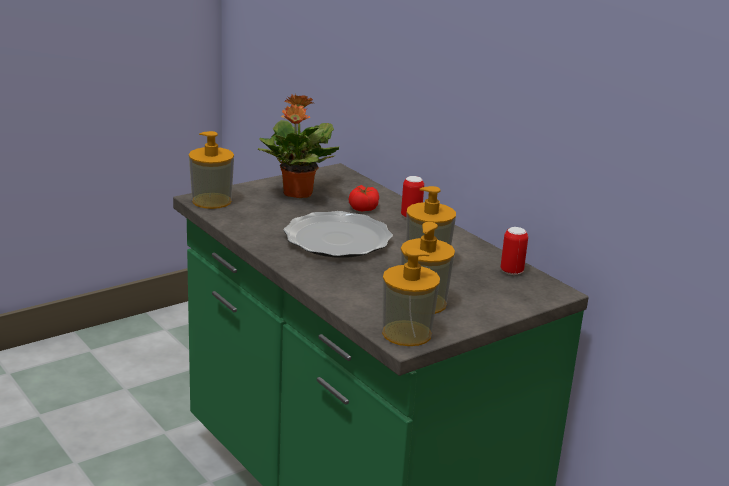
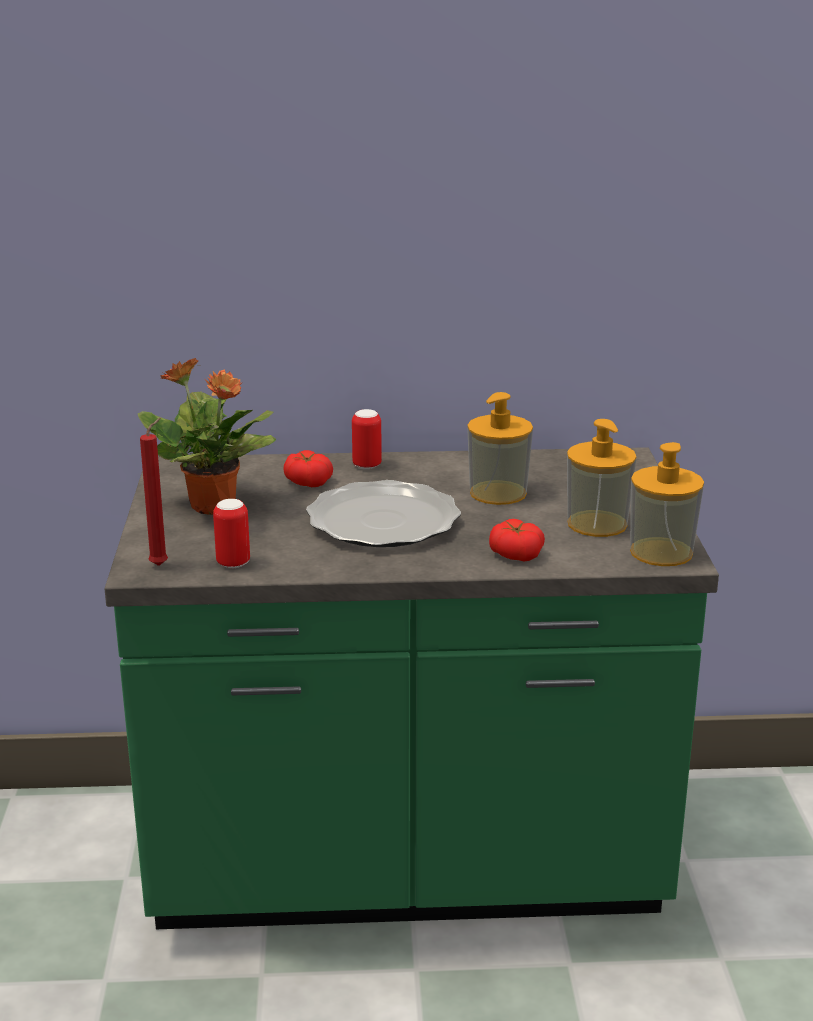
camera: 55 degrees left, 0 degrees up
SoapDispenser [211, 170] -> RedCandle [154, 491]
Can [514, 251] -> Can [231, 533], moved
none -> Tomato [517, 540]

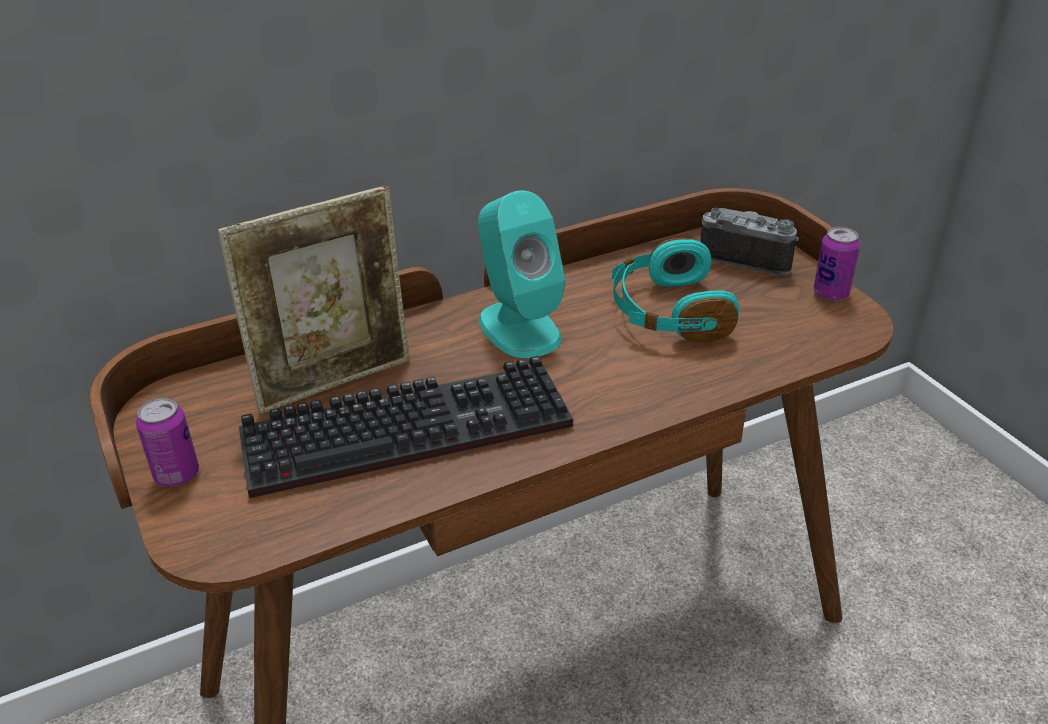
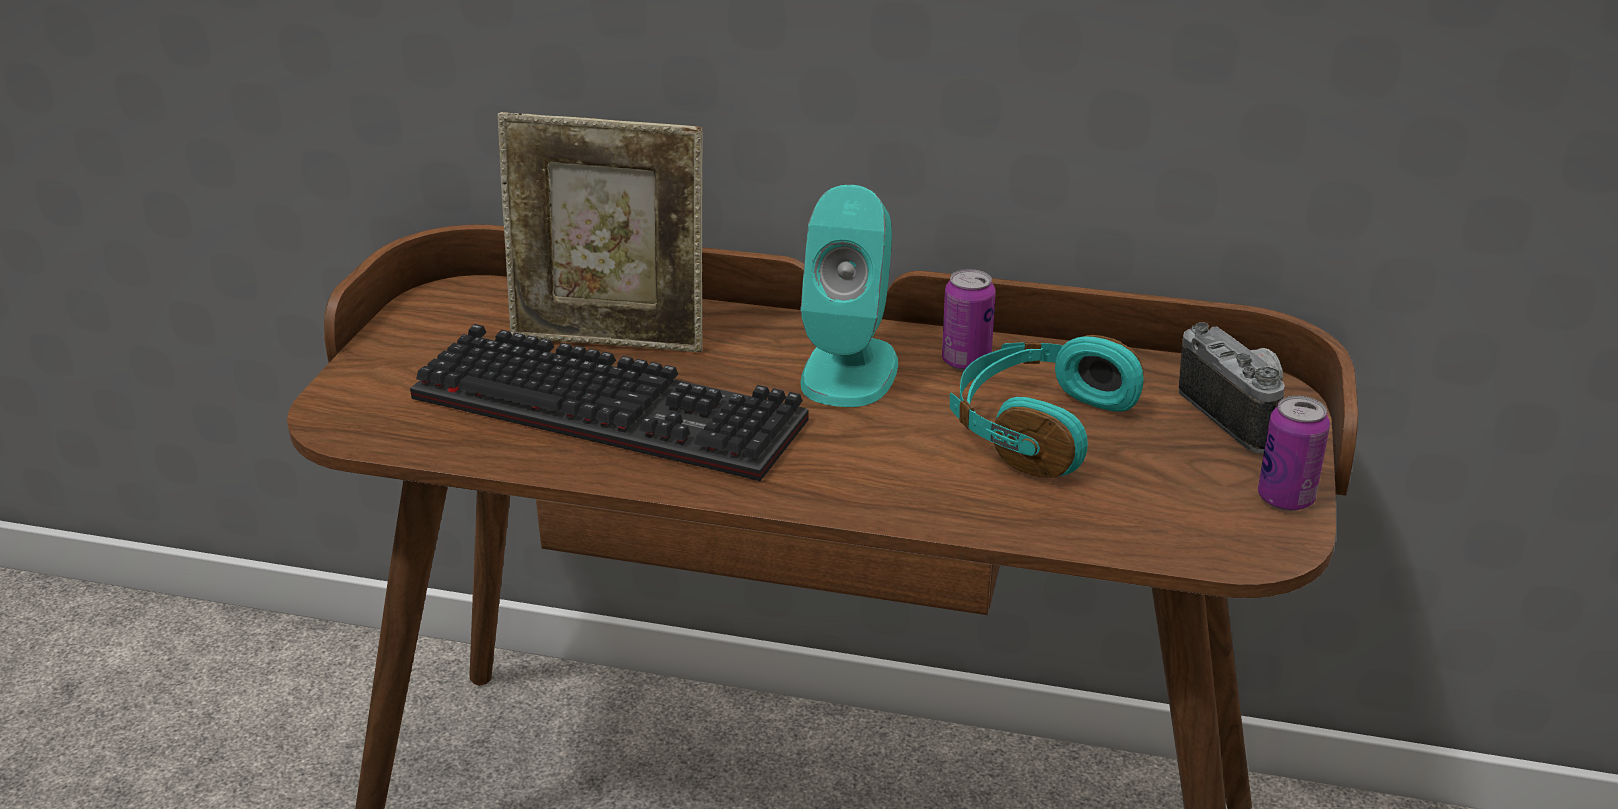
camera: 40 degrees right, 5 degrees down
Can [167, 442] -> Can [969, 320], moved

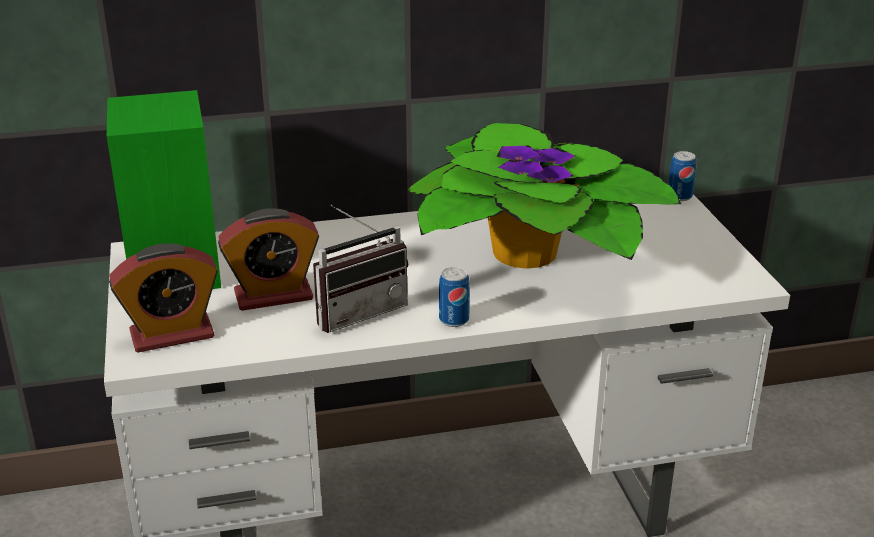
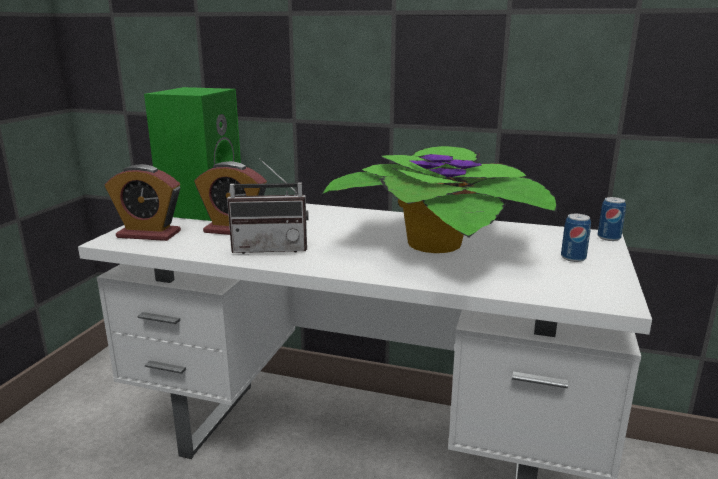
camera: 30 degrees right, 10 degrees down
Can [454, 297] -> Can [576, 238], moved

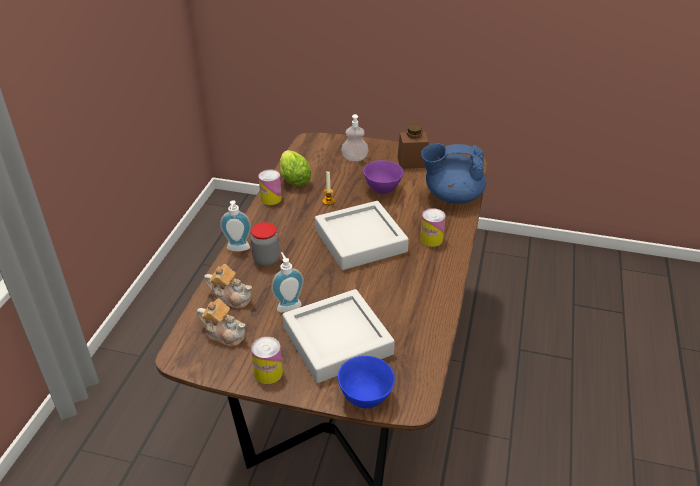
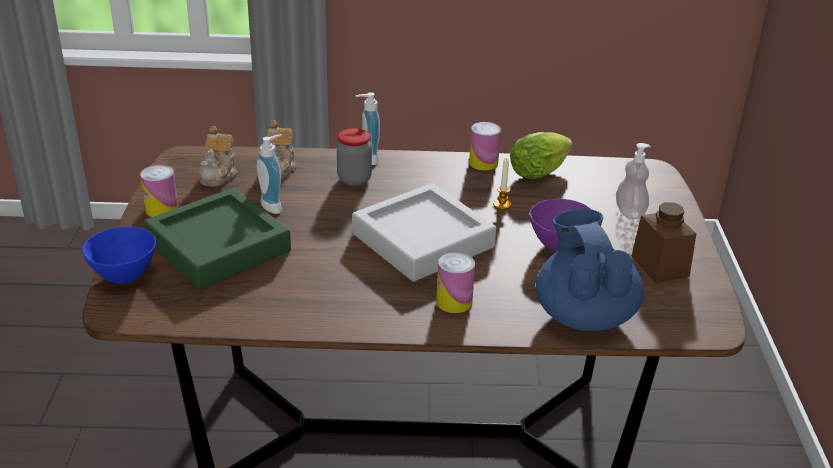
camera: 75 degrees right, 5 degrees down
GreyTray [339, 336] -> GreenTray [217, 238]

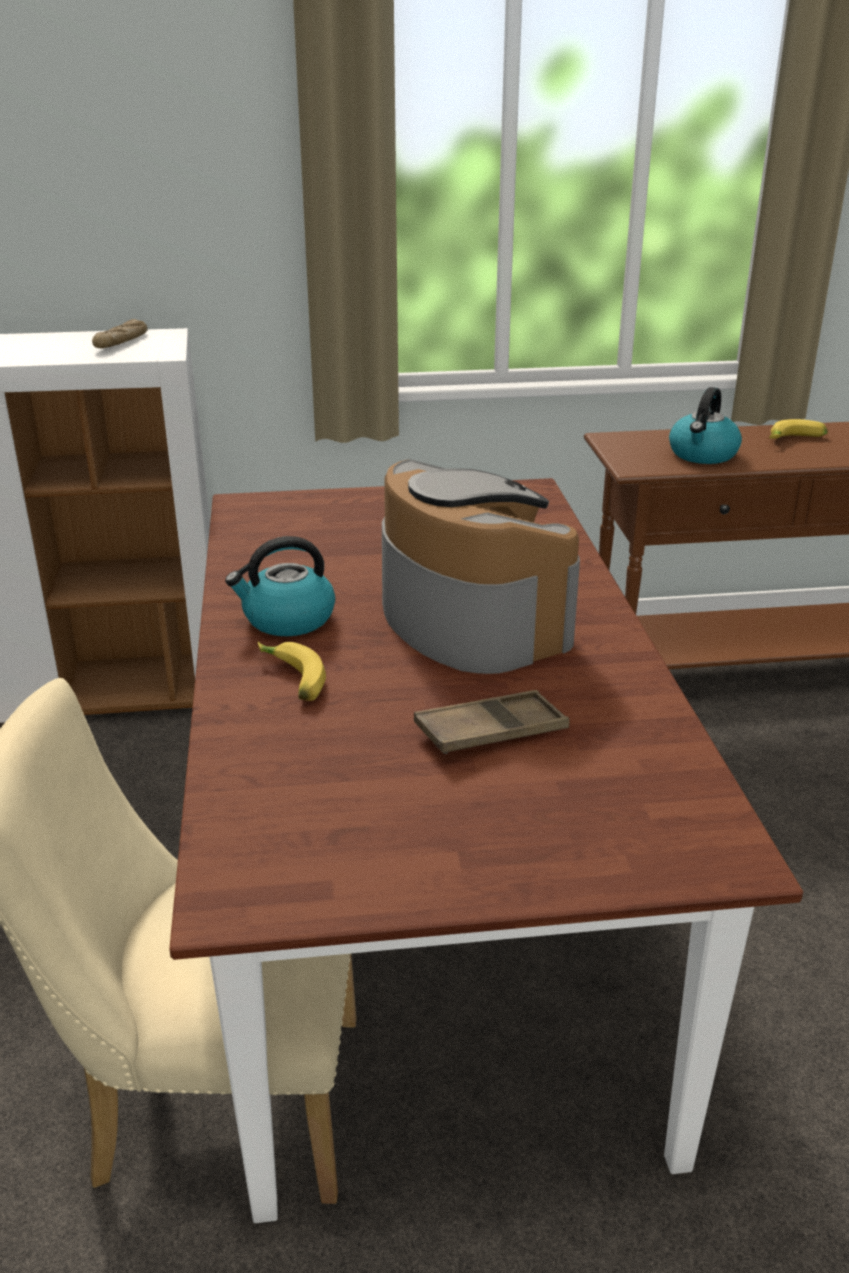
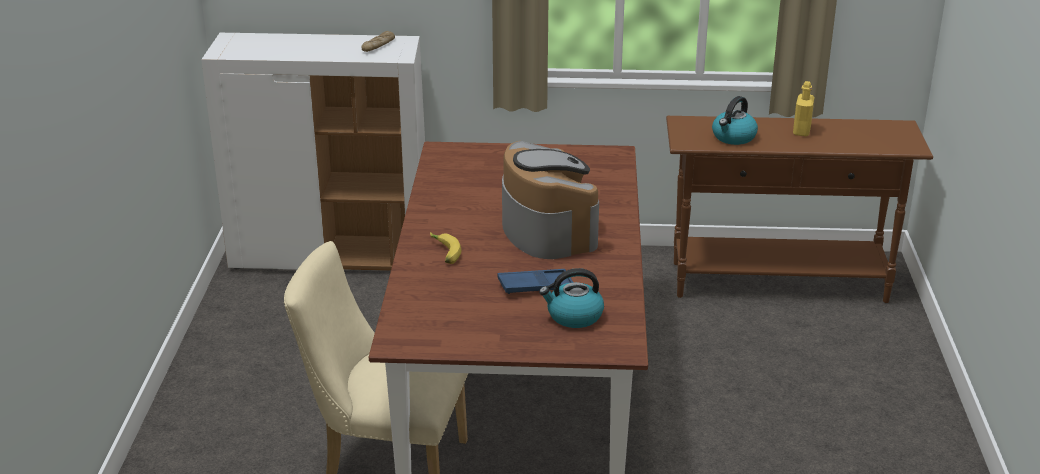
camera: 10 degrees right, 0 degrees up
Kettle [280, 586] -> Kettle [571, 298], moved
BrownTray [492, 722] -> BlueTray [535, 281]
Banana [798, 429] -> YellowBottle [803, 108]

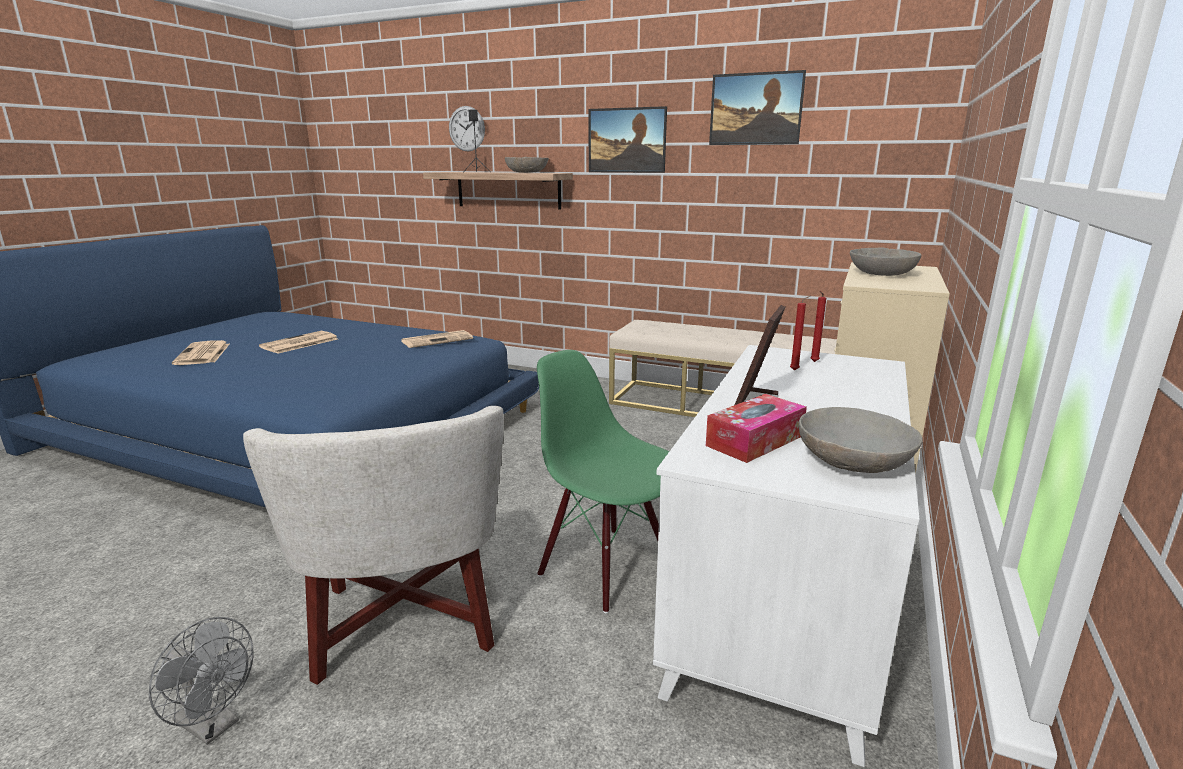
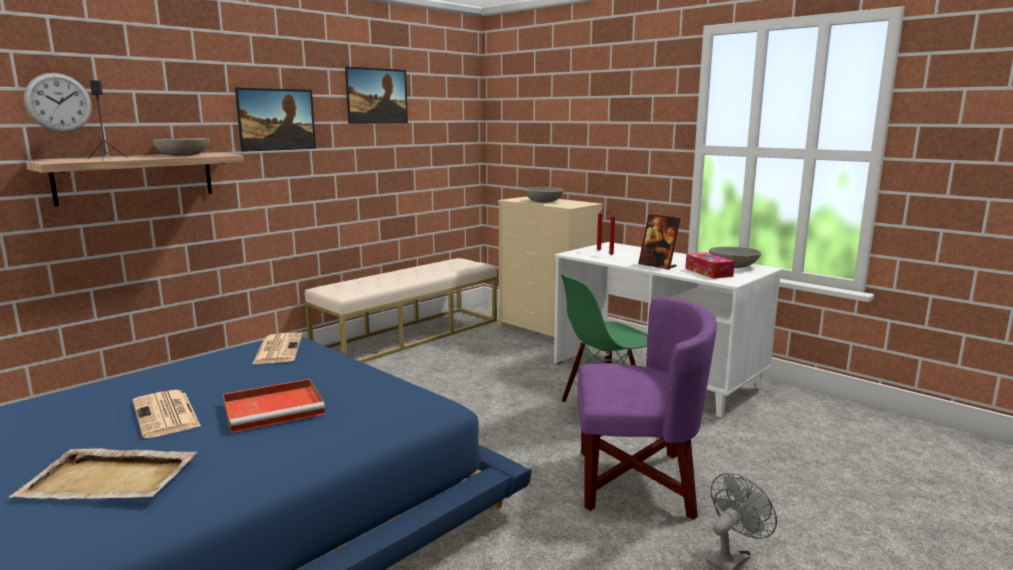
camera: 70 degrees left, 5 degrees down
Newspaper [201, 352] -> BeigeTray [103, 473]
WhiteArmchair [373, 545] -> PurpleArmchair [647, 408]
none -> RedTray [274, 406]

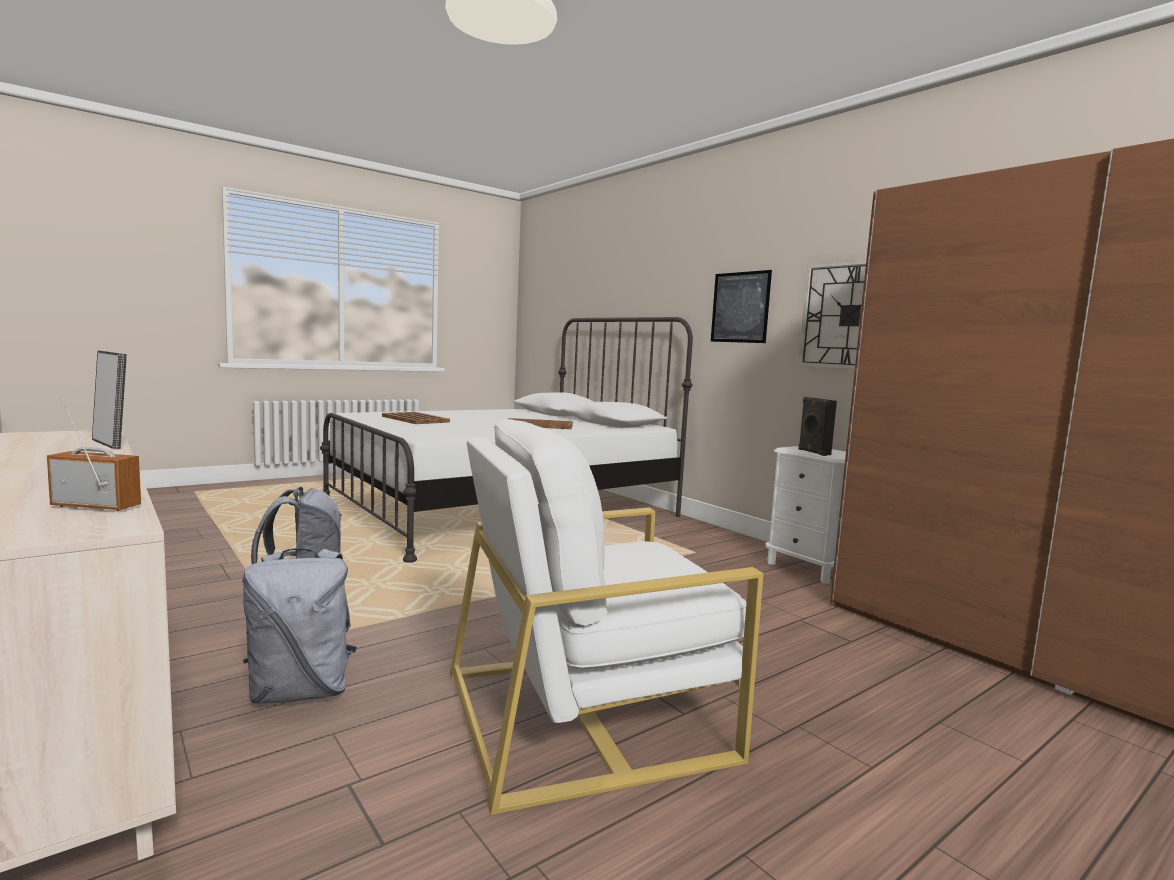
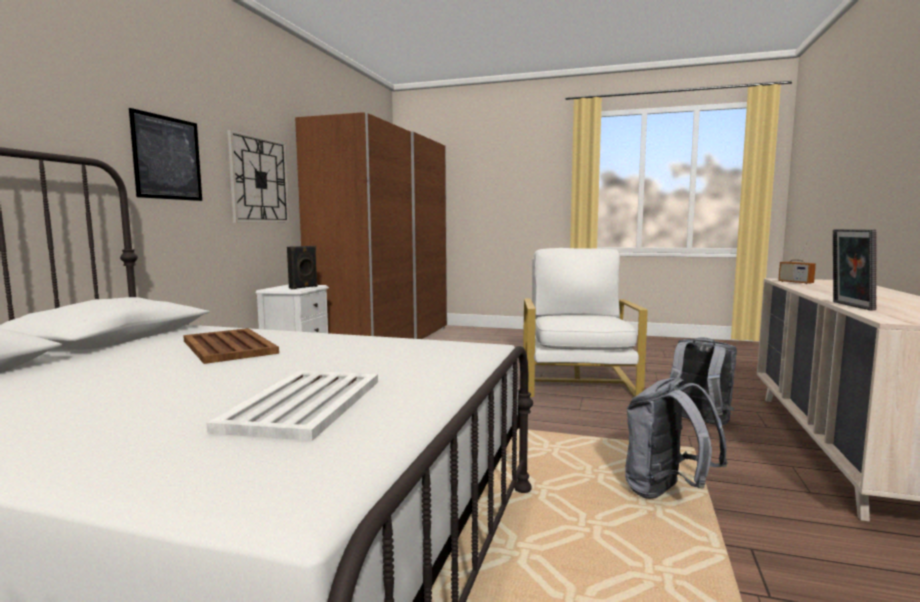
camera: 125 degrees left, 0 degrees up
BrownTray [416, 418] -> WhiteTray [292, 406]
WhiteArmchair [606, 617] -> WhiteArmchair [585, 322], 120 degrees counterclockwise

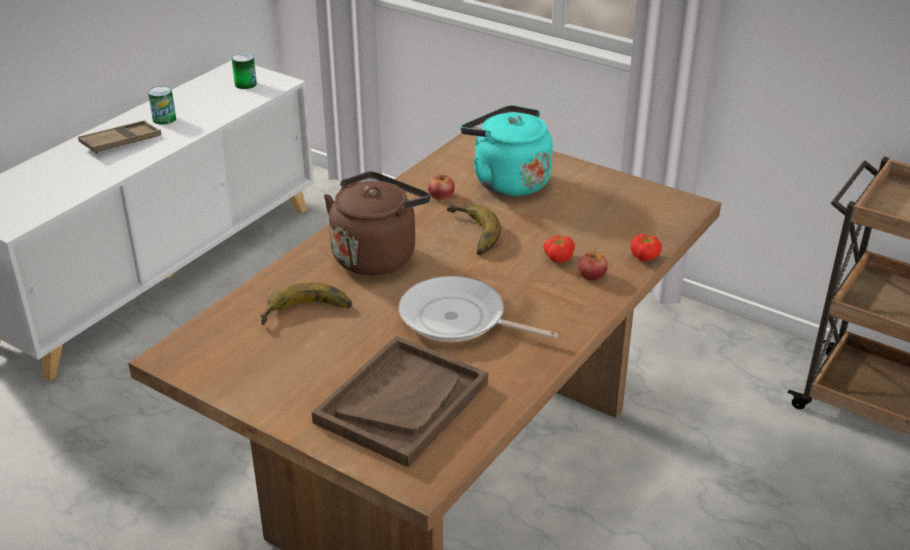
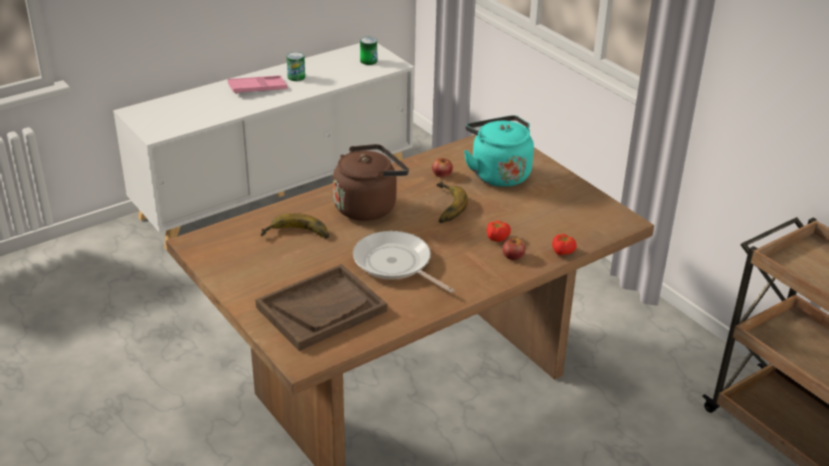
camera: 20 degrees right, 0 degrees up
BrownTray [119, 137] -> PinkTray [258, 84]

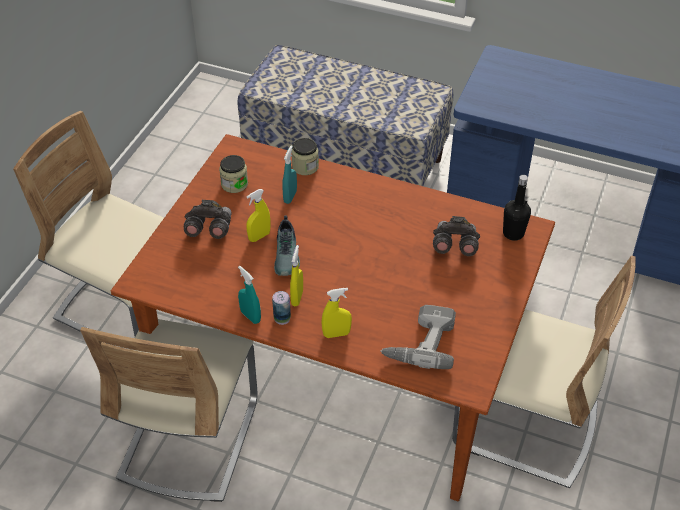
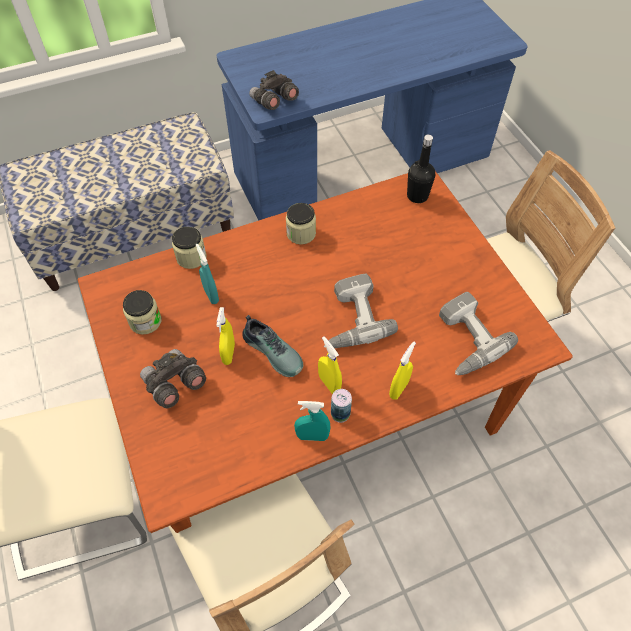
camera: 45 degrees left, 10 degrees up
GreyBinoculars [456, 236] -> GreyBinoculars [274, 90], moved
none -> Jar [301, 224]
none -> PowerDrill [361, 311]

